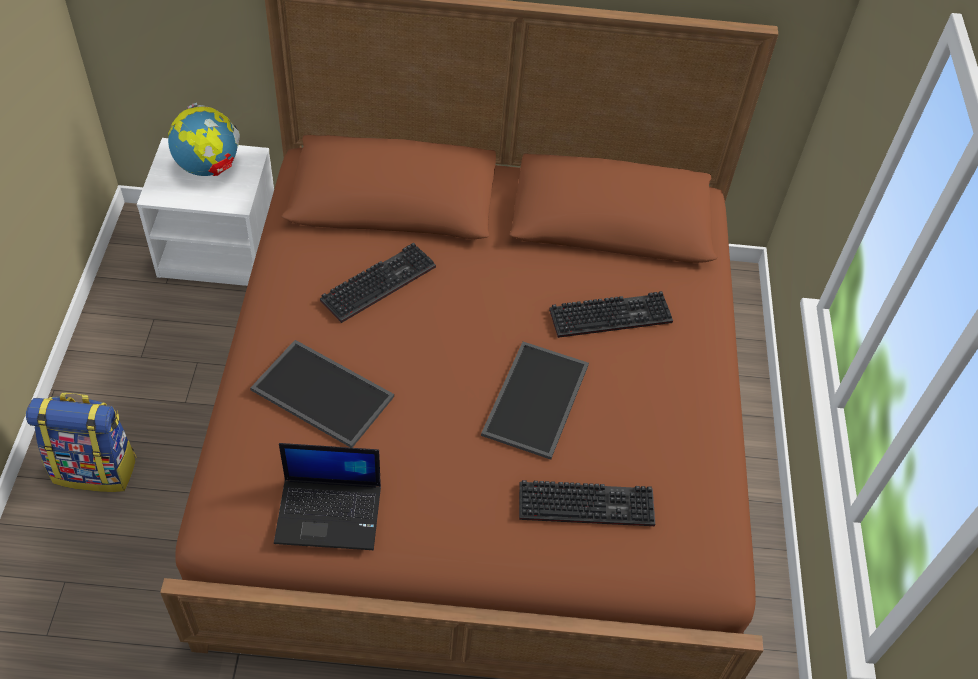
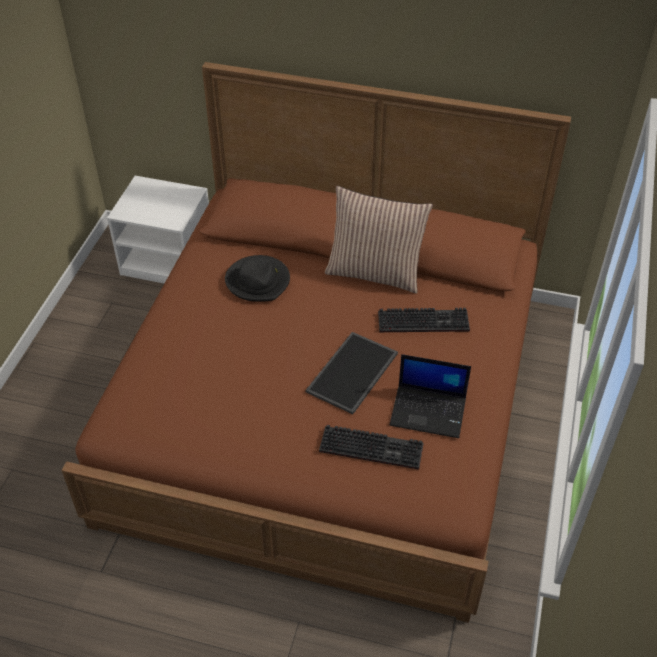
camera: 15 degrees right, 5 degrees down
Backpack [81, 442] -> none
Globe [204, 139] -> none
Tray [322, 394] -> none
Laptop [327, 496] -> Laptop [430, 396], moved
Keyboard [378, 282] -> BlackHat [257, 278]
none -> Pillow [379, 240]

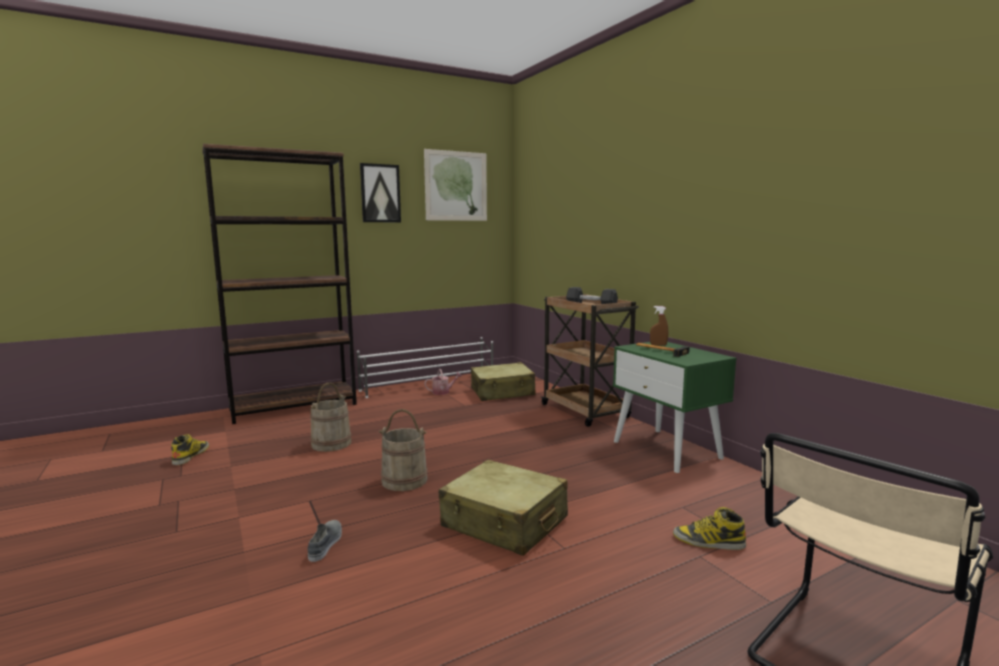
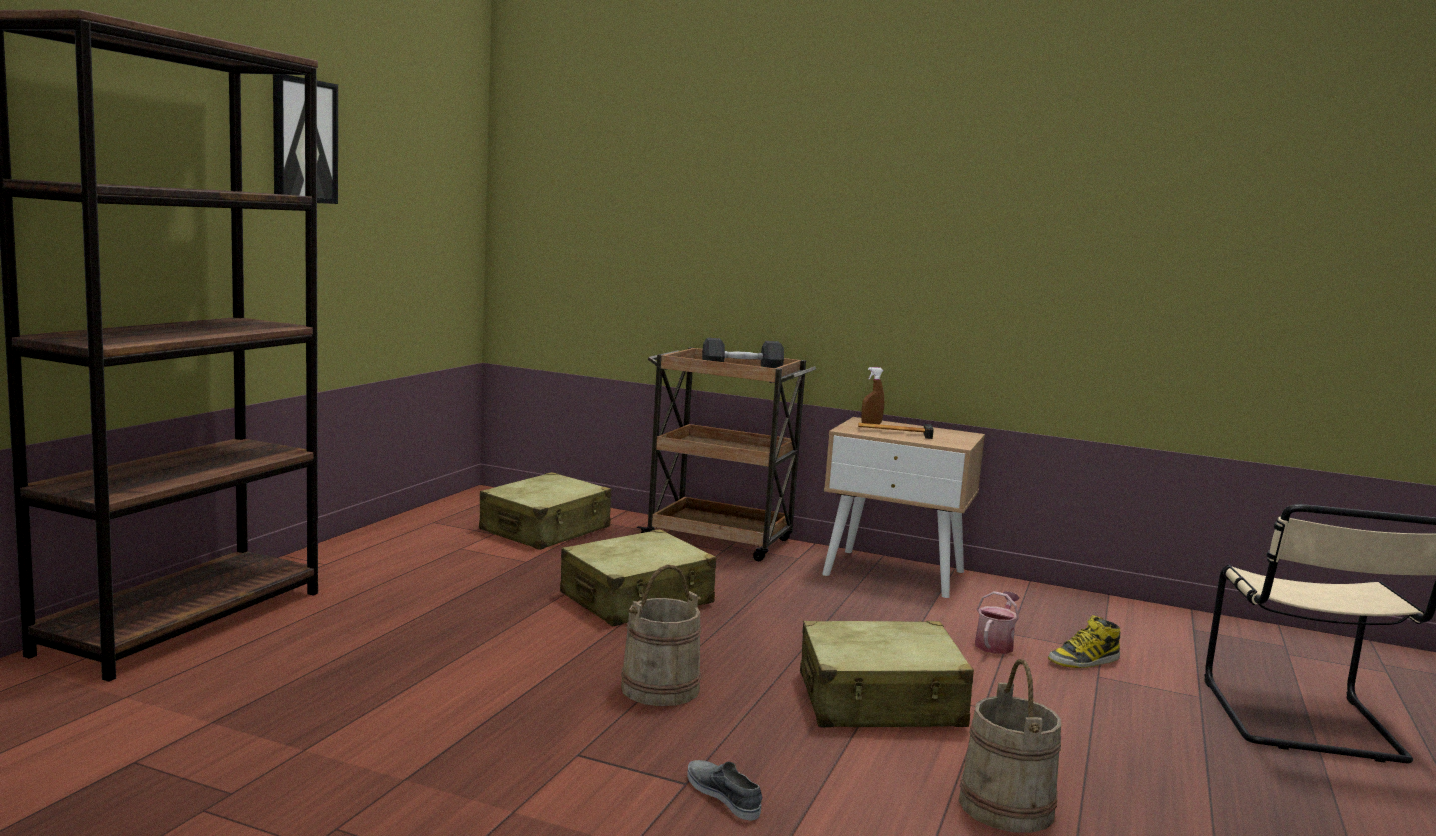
camera: 40 degrees left, 0 degrees up
Boot [190, 449] -> none
BeigeBucket [330, 417] -> BeigeBucket [1010, 746], moved
WhiteShoeRack [425, 367] -> none
Picture [455, 185] -> none
WateringCan [443, 382] -> WateringCan [997, 622], moved
GreenNightstand [675, 407] -> BeigeNightstand [903, 507]
none -> BeigeSuitcase [638, 577]

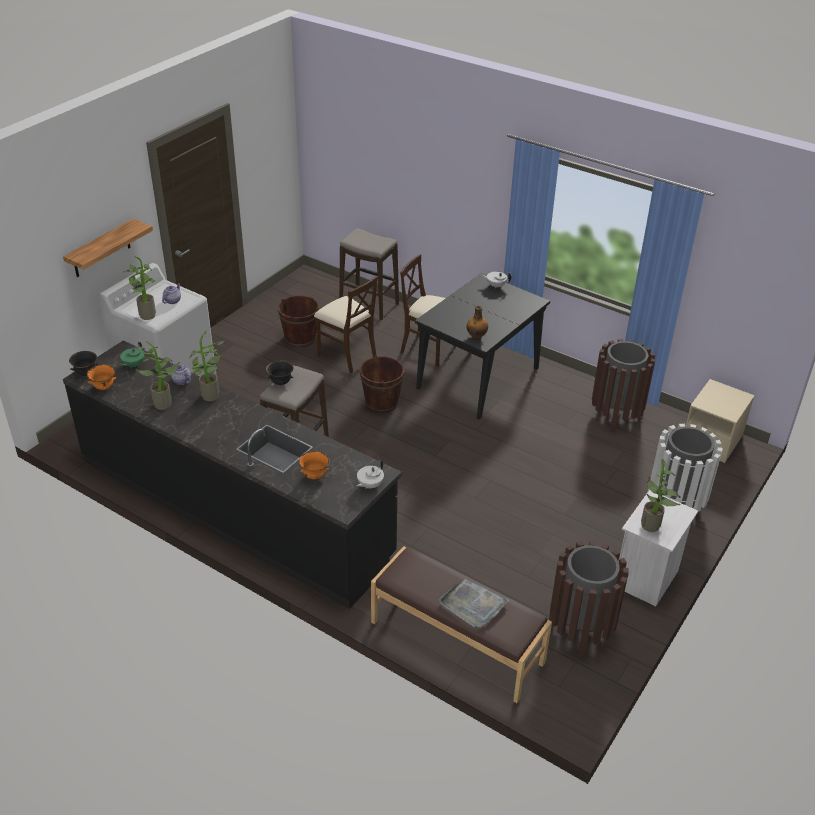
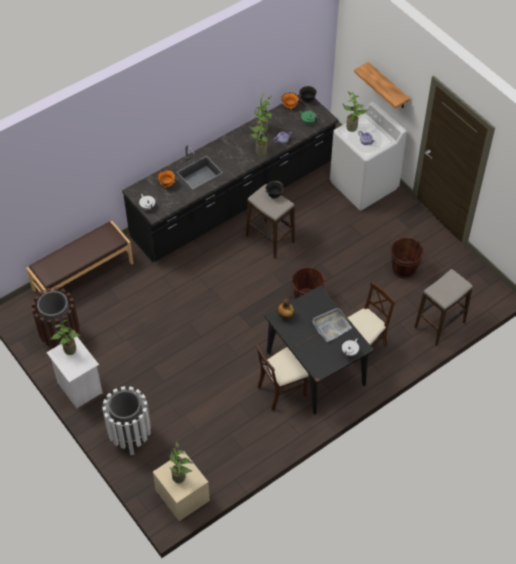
camera: 110 degrees right, 15 degrees up
BeigeChair [346, 324] -> BeigeChair [282, 377], moved
GreyTray [474, 603] -> GreyTray [332, 325], moved
BrownTrashCan [624, 386] -> none
none -> PottedPlant [181, 462]

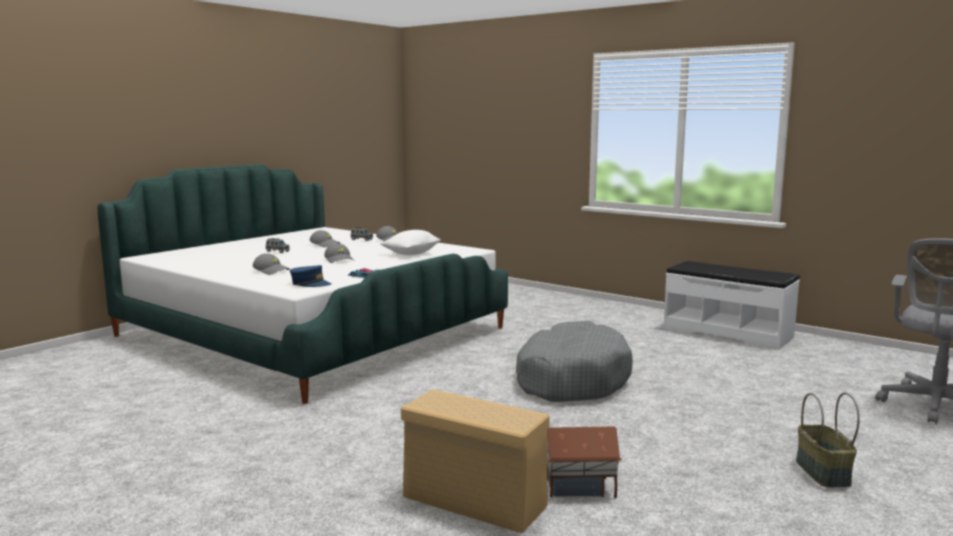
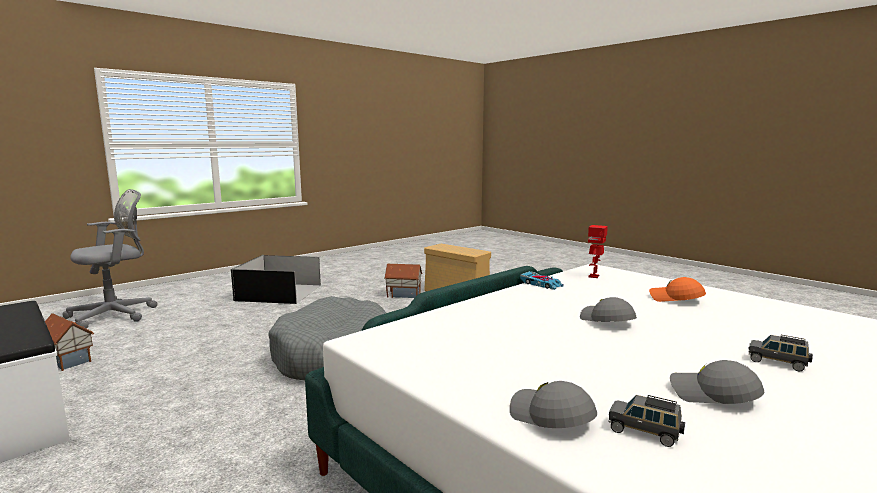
camera: 170 degrees left, 0 degrees up
GreyCap [271, 264] -> OrangeCap [677, 289]
BlueCap [311, 276] -> ToyRobot [598, 251]
WhitePillow [410, 242] -> none
Basket [828, 439] -> BlackStorageBox [276, 279]
none -> ToyHouse [69, 342]

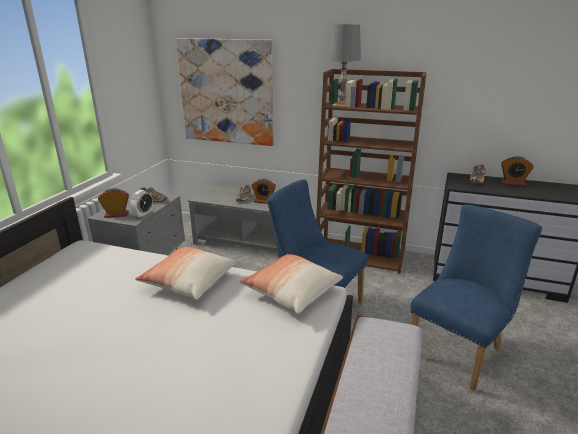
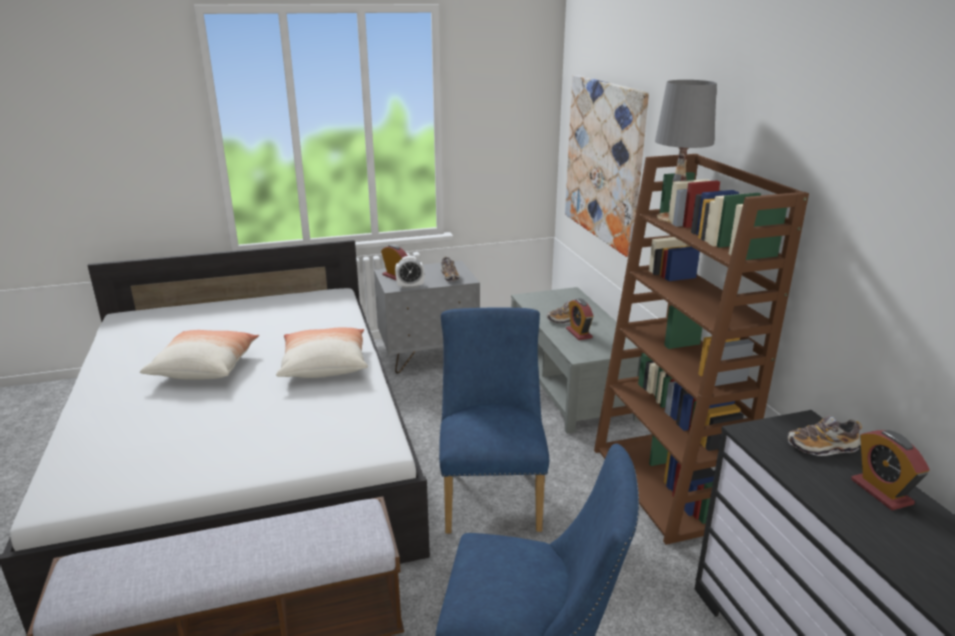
camera: 55 degrees right, 0 degrees up
Pillow [291, 284] -> Pillow [199, 355], moved

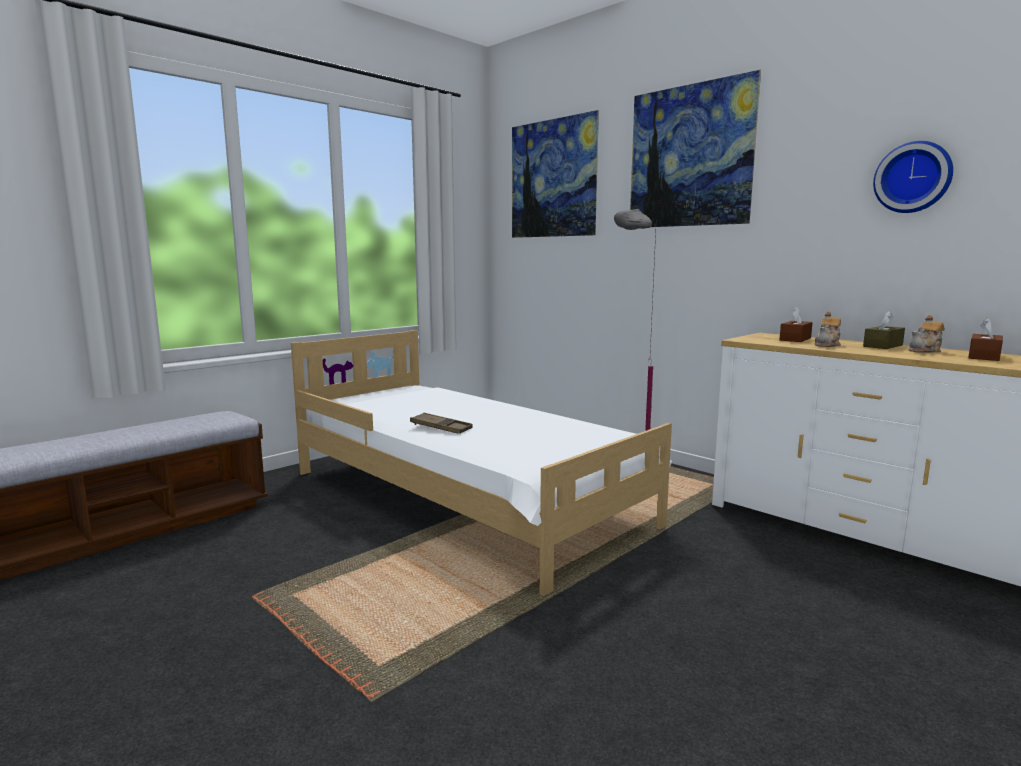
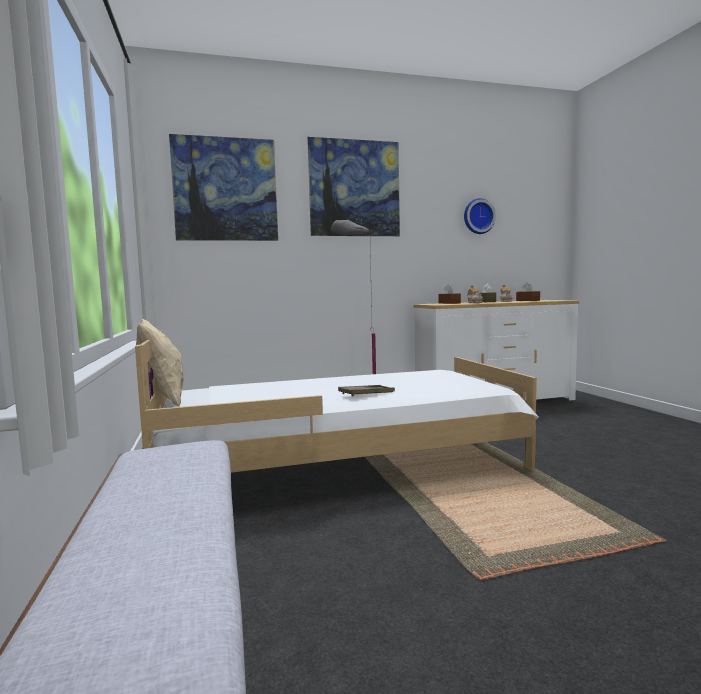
camera: 60 degrees left, 5 degrees down
none -> BeigePillow [160, 362]

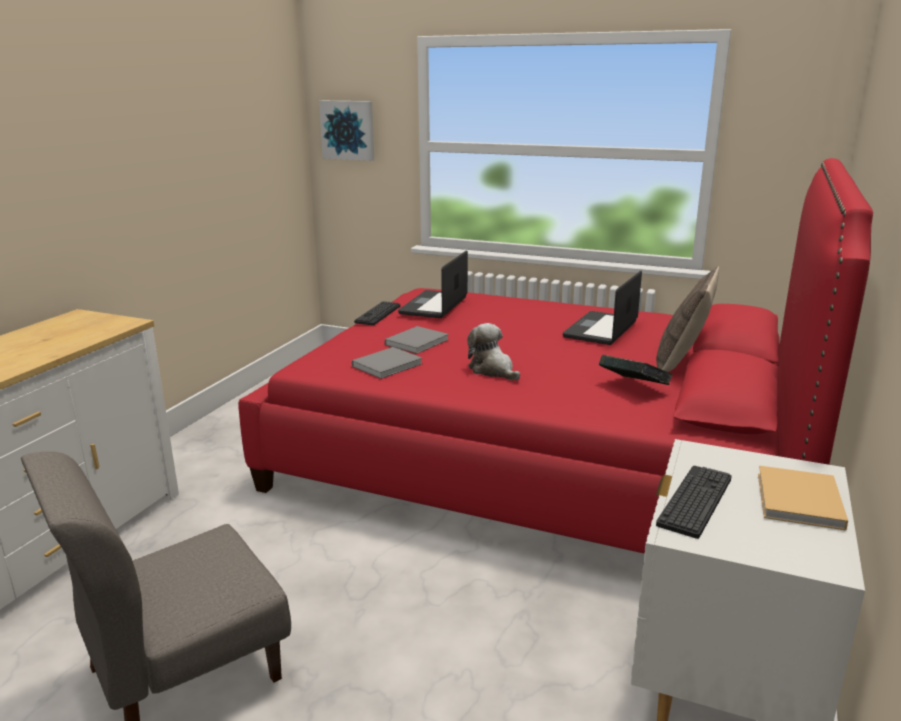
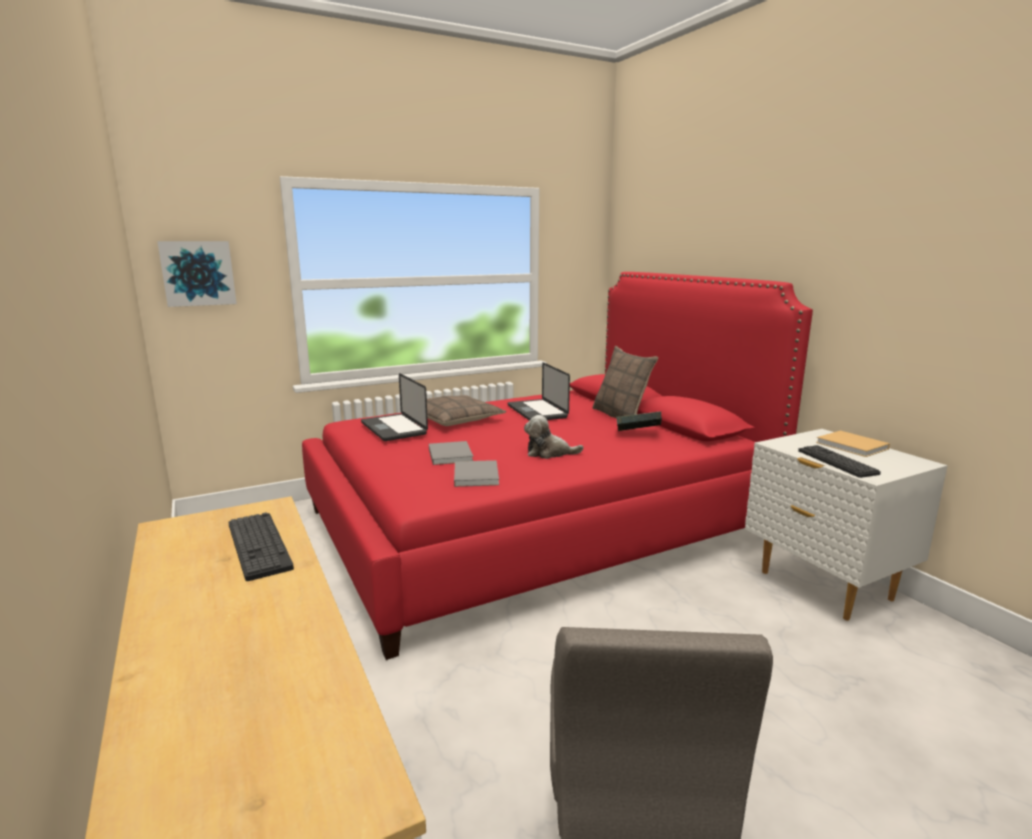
camera: 50 degrees left, 5 degrees down
Keyboard [377, 313] -> Keyboard [261, 546], moved
none -> Pillow [466, 410]

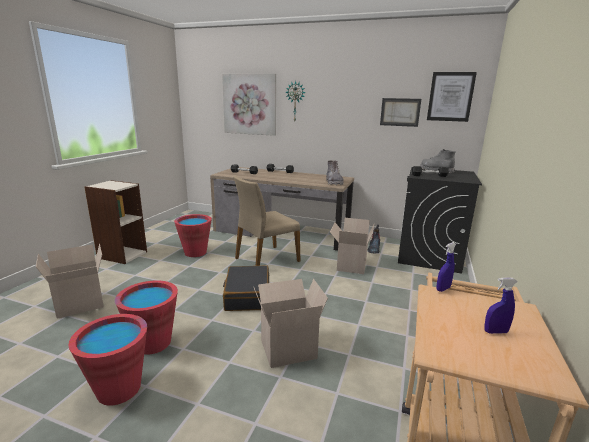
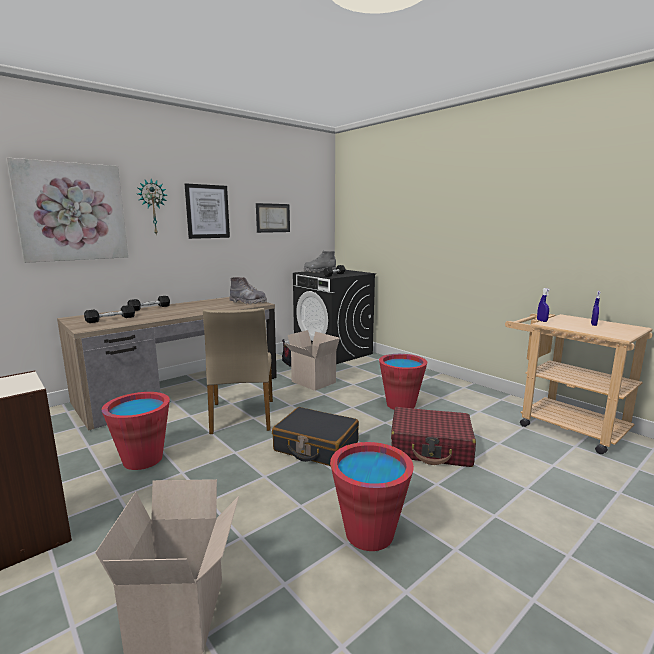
camera: 60 degrees left, 5 degrees down
RedBucket [107, 360] -> RedBucket [403, 382], moved
CardboardBox [291, 323] -> RedSuitcase [433, 437]
Picture [452, 97] -> Picture [207, 211], moved

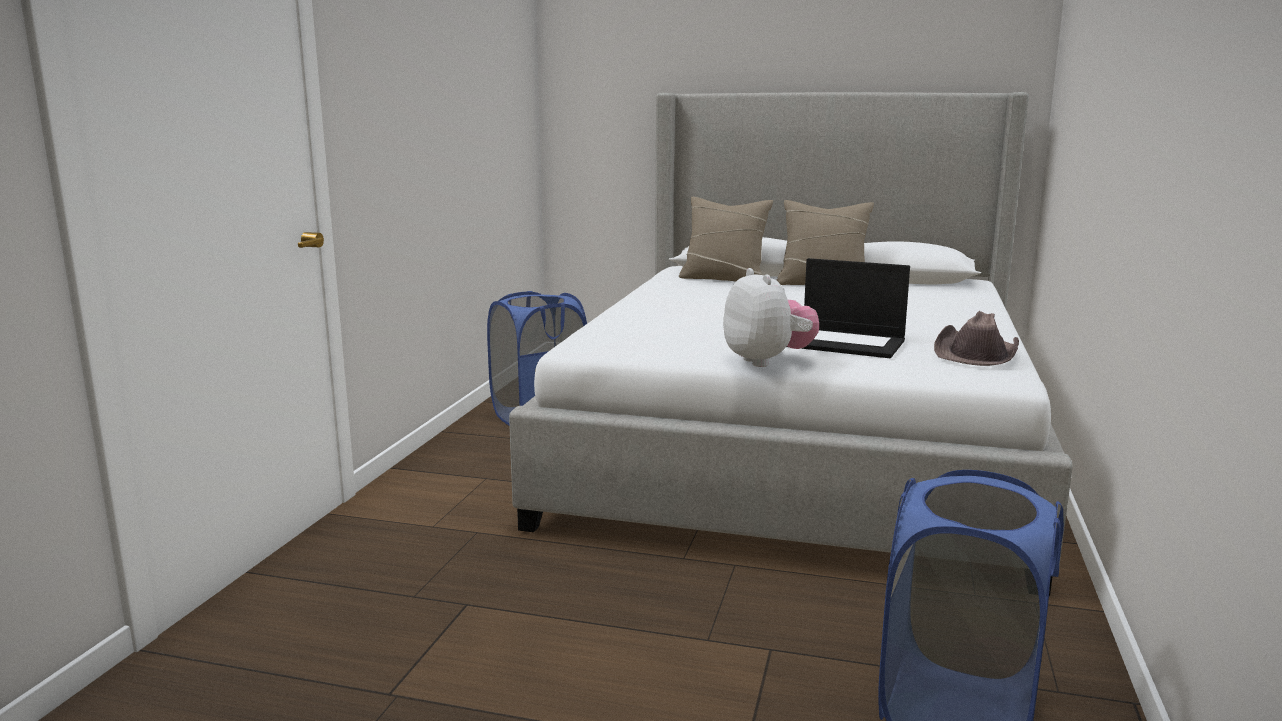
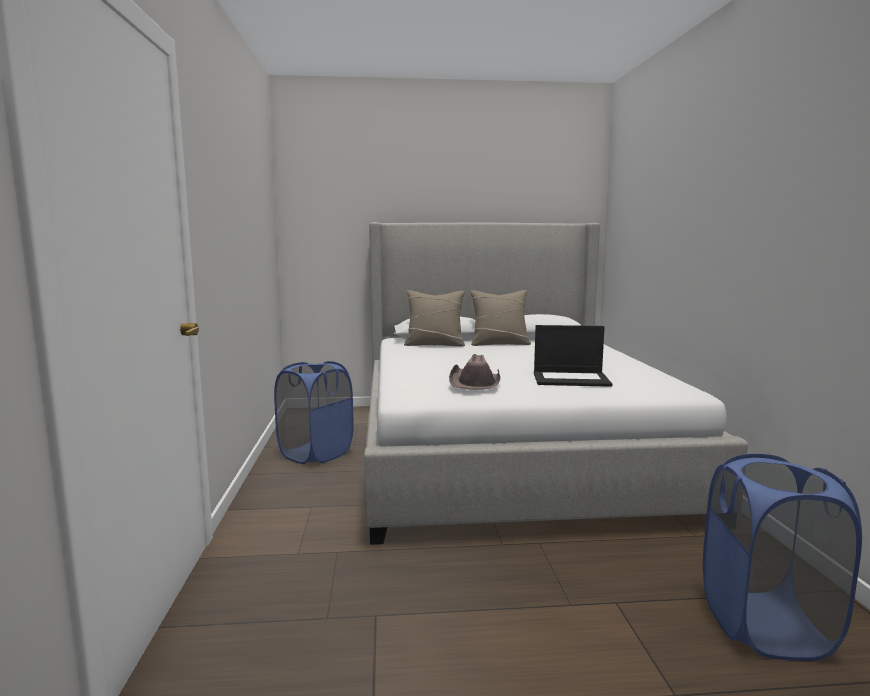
camera: 20 degrees left, 5 degrees down
PlushToy [771, 317] -> none
BrownHat [976, 338] -> BrownHat [474, 372], moved

